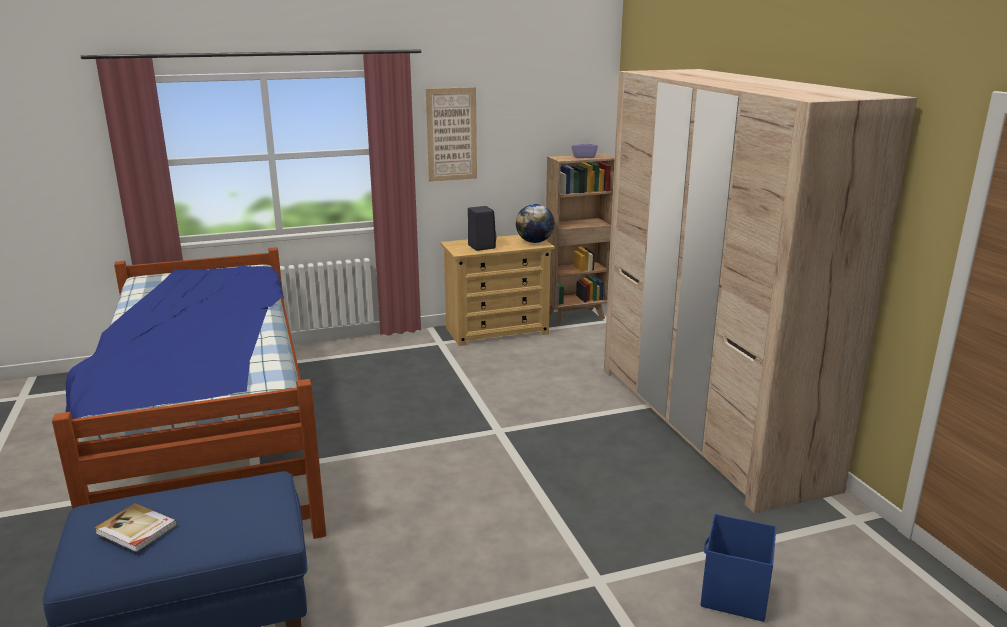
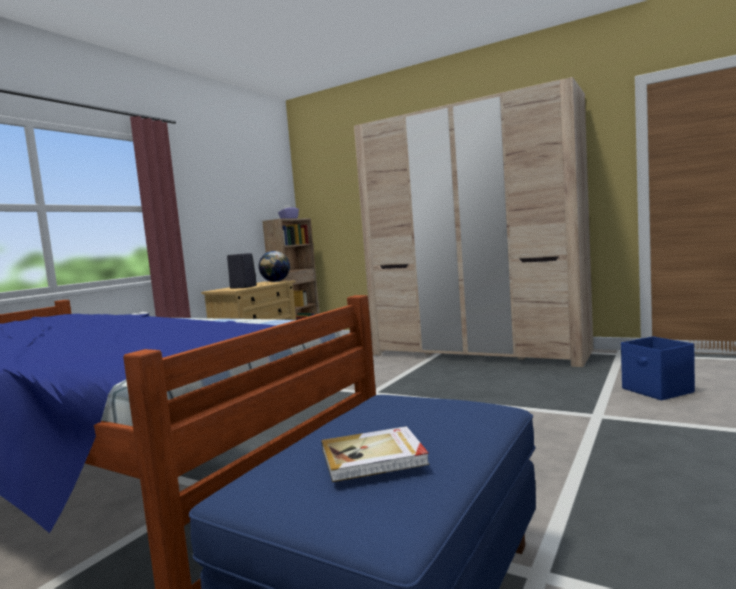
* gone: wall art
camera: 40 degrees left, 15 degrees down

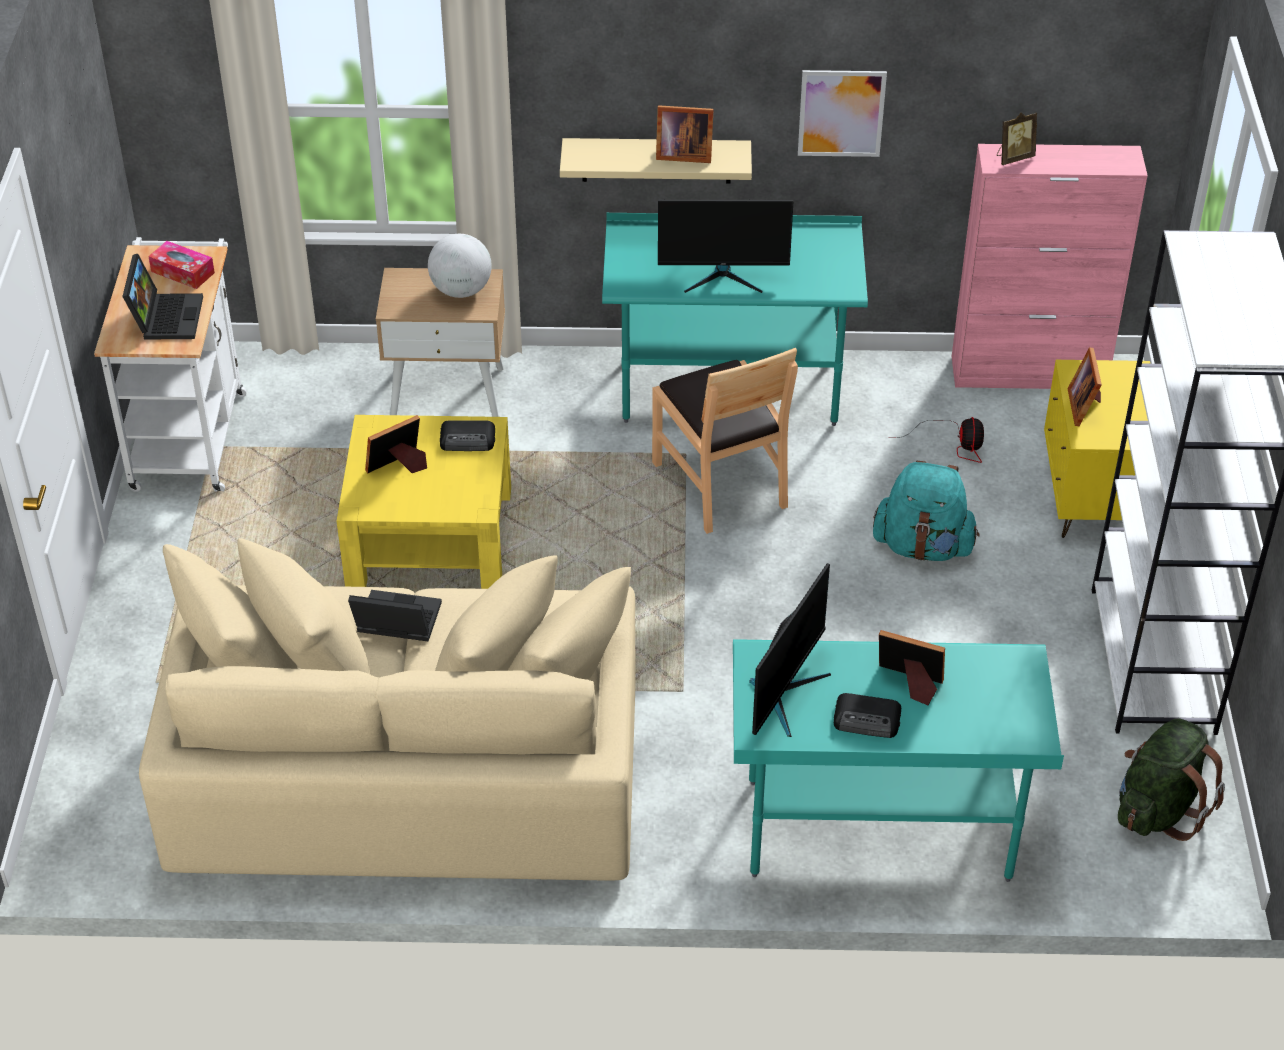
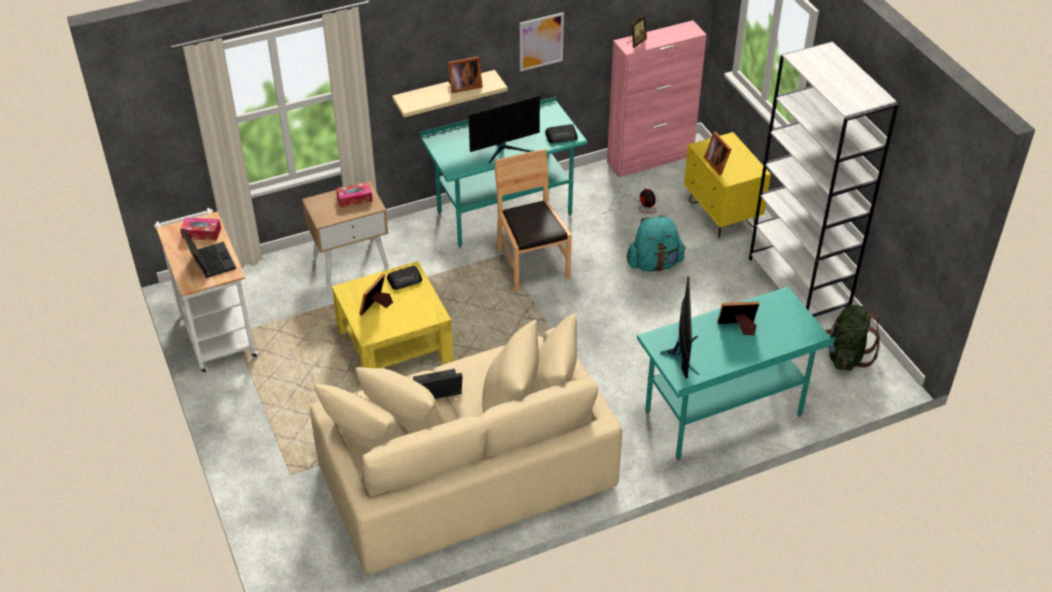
* shifted: radio set (no. 2 from left)
* swapped: desk globe to box of tissues (no. 2 from left)
* rotated: brownish plain chair 150 degrees counterclockwise
camera: 25 degrees left, 0 degrees up

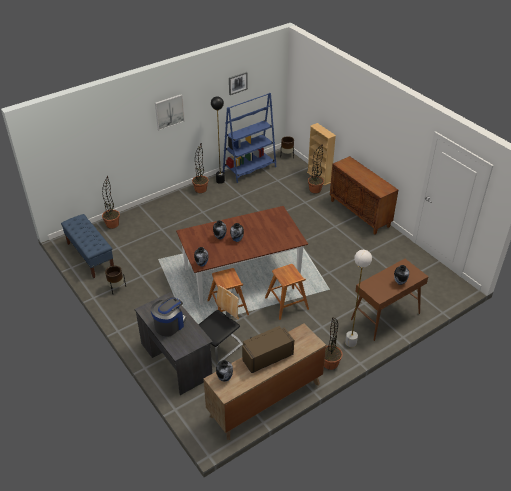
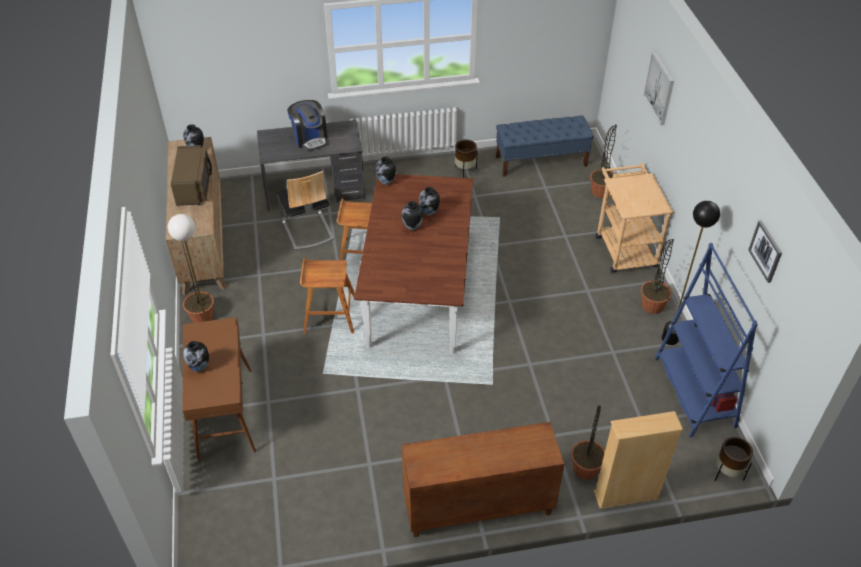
* new: sand-coloured wheeled cart
* shifted: wall art (no. 1 from left)
camera: 115 degrees right, 5 degrees up

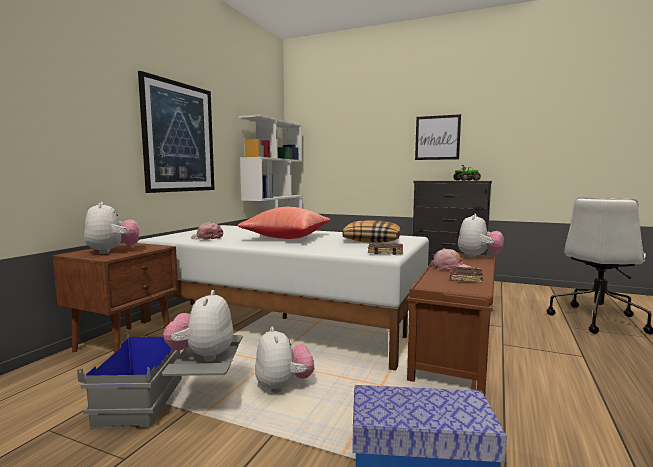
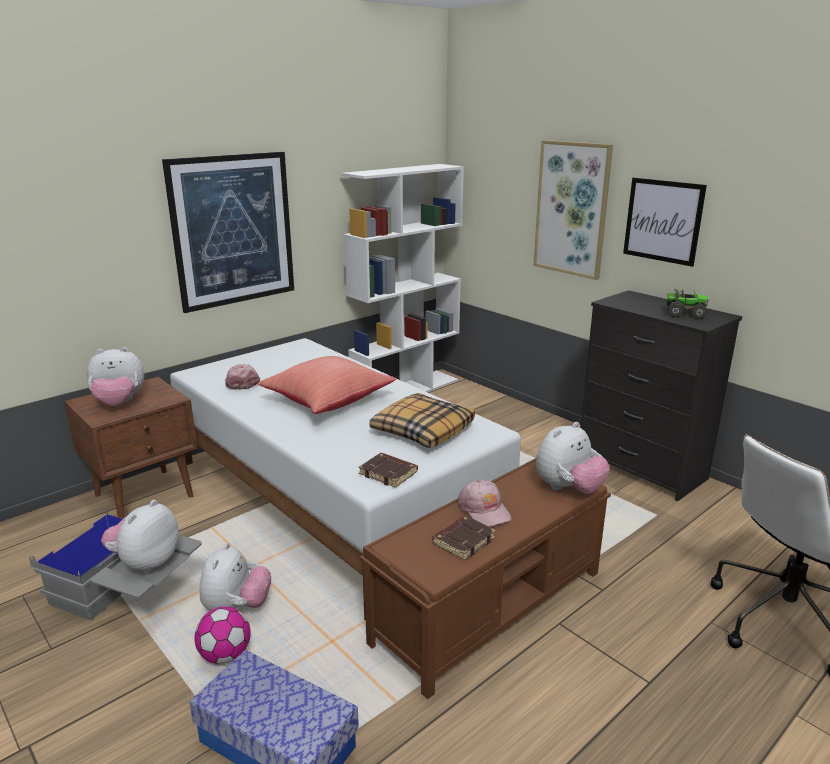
* new: football ball
* new: wall art (no. 2 from left)
* rotated: cuddly toy (no. 1 from left) 75 degrees clockwise
camera: 25 degrees right, 15 degrees up

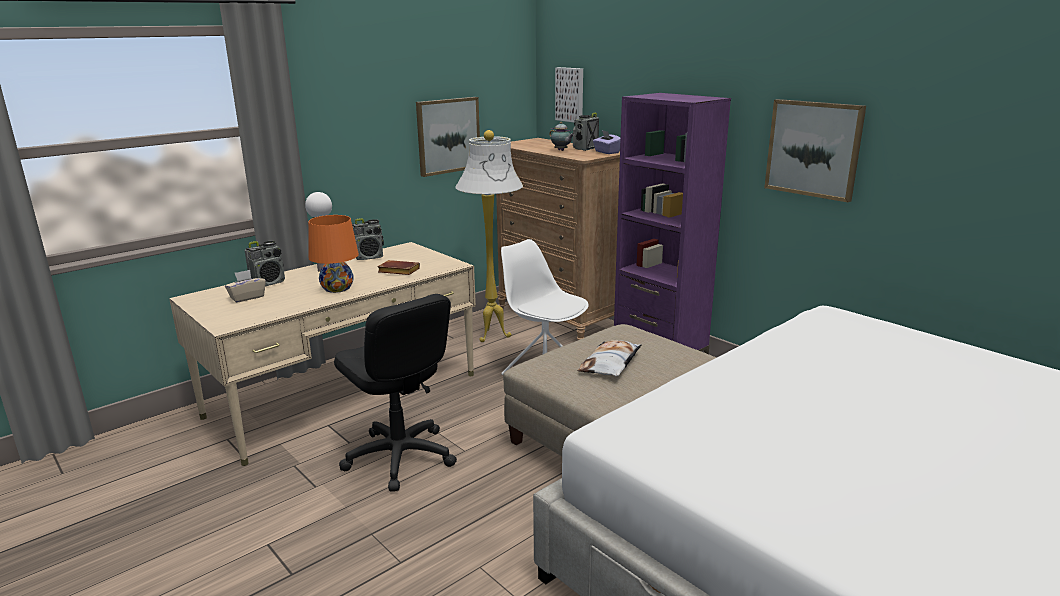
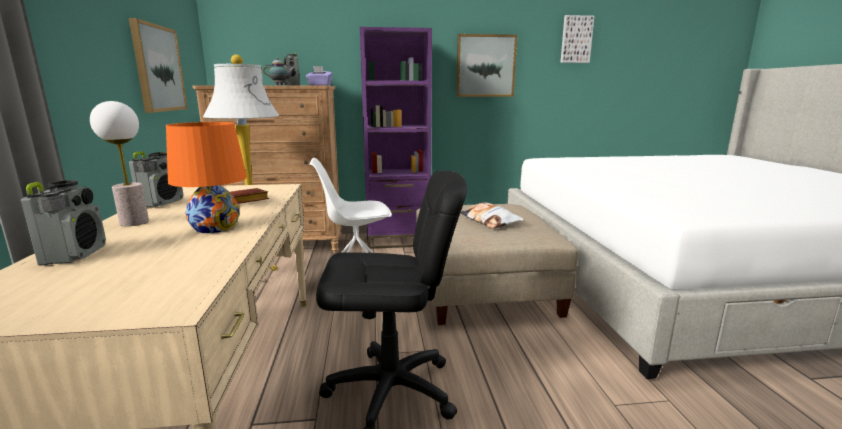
* gone: sand-coloured box of tissues
* shifted: wall art (no. 2 from left in the first image) to wall art (no. 3 from left)
camera: 55 degrees left, 5 degrees down

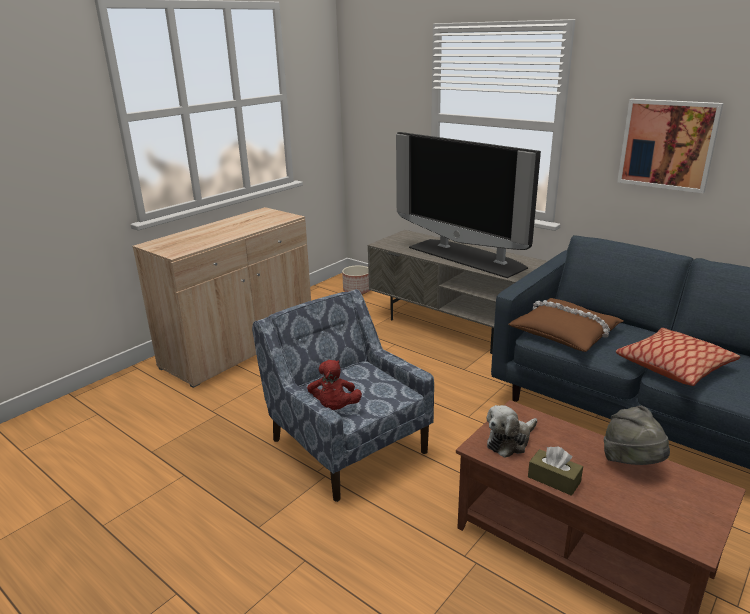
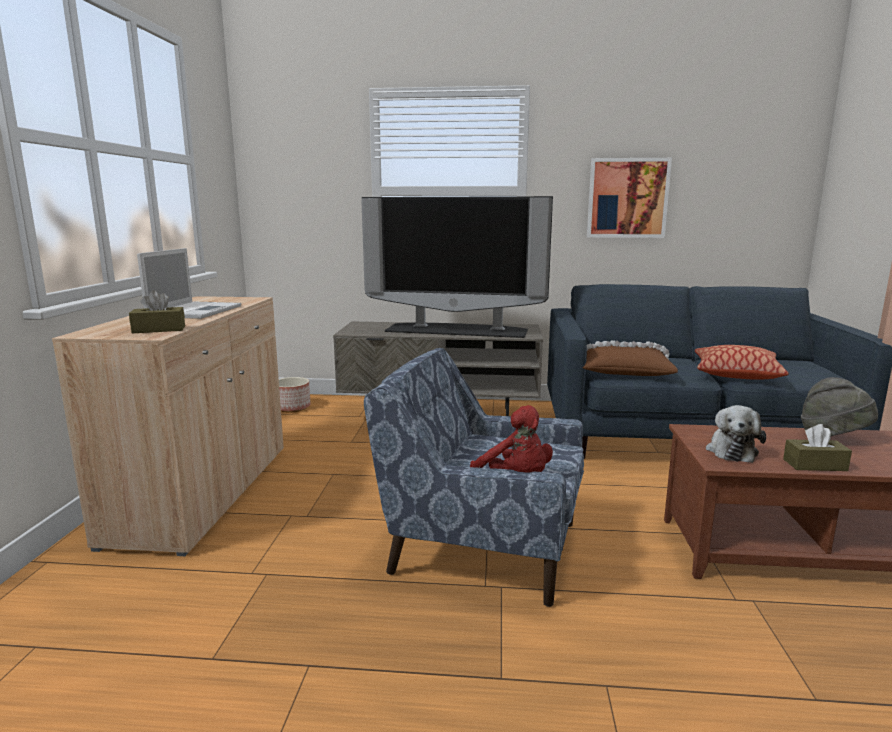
* new: brownish box of tissues (no. 1 from left)
* new: laptop
camera: 35 degrees left, 10 degrees down

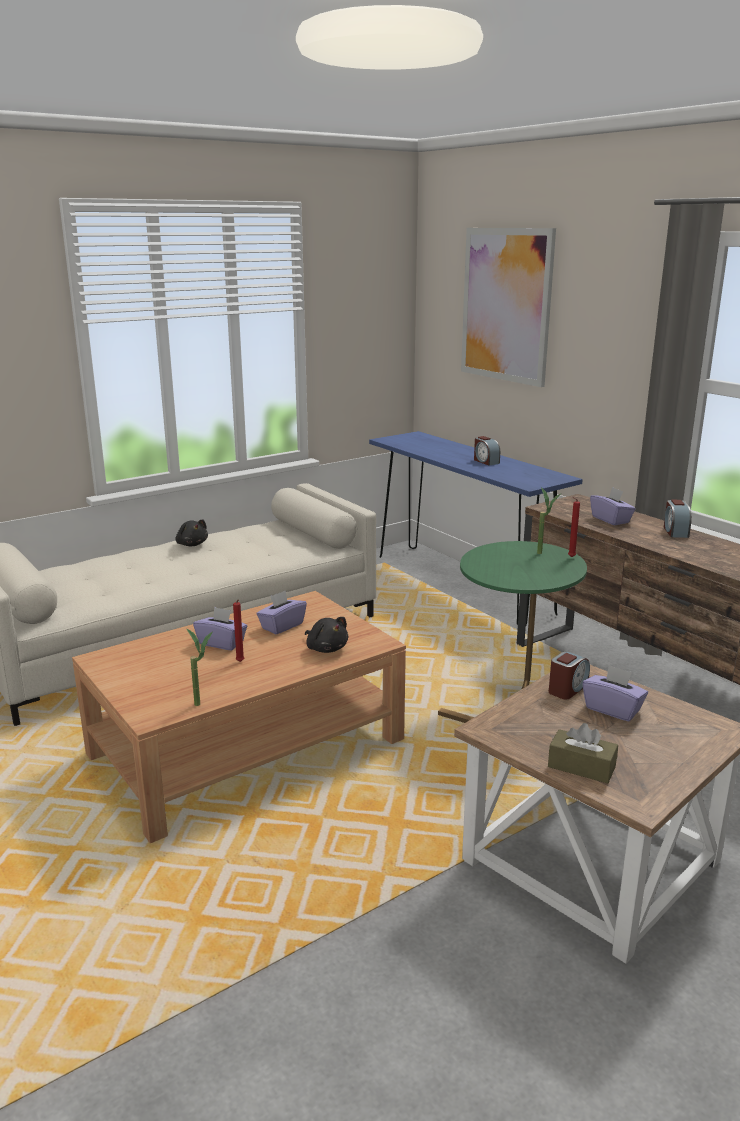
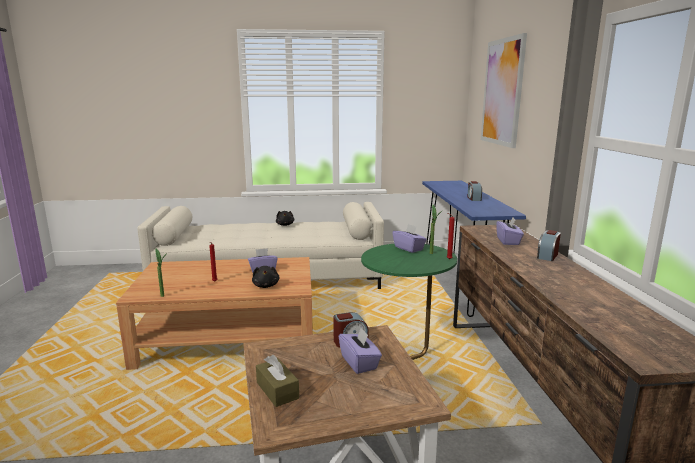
* shifted: purple box of tissues (no. 1 from left in the first image) to purple box of tissues (no. 3 from left)
camera: 30 degrees right, 5 degrees down

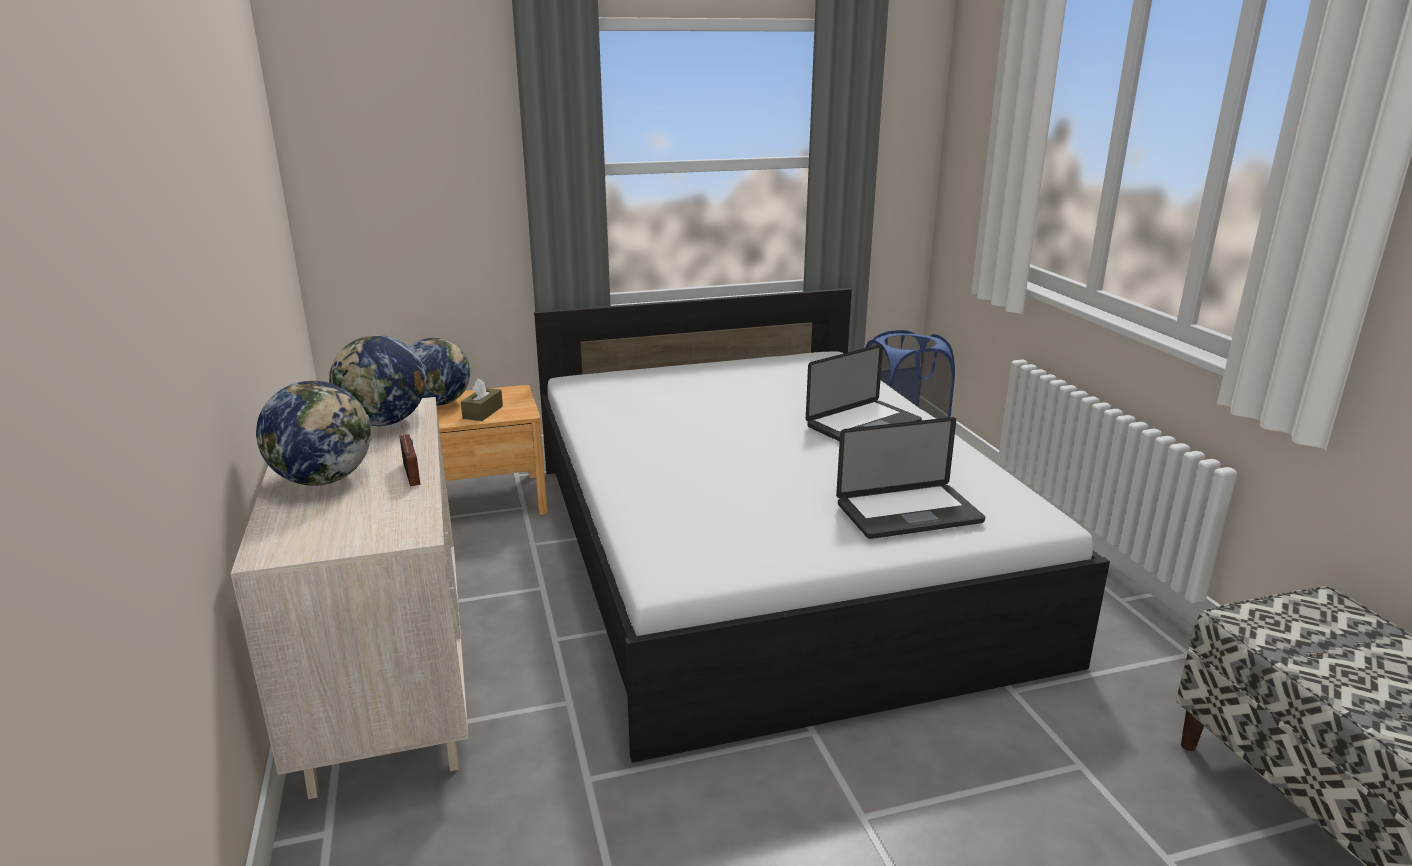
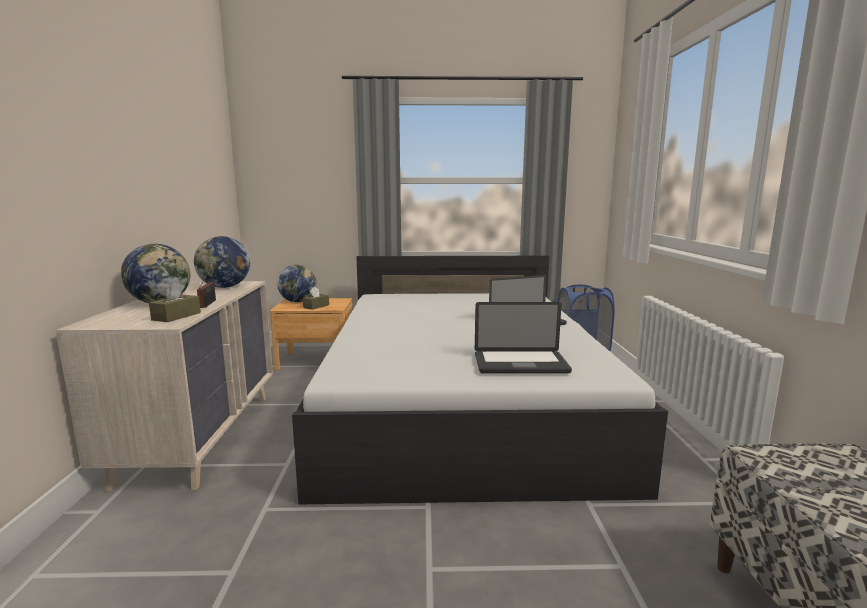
* new: brownish box of tissues (no. 1 from left)
camera: 15 degrees right, 10 degrees down

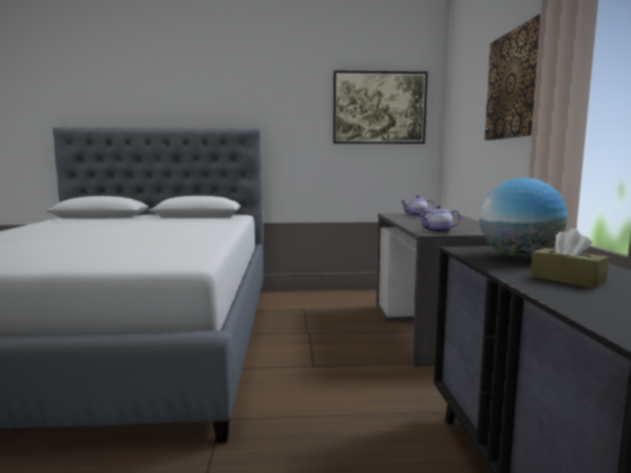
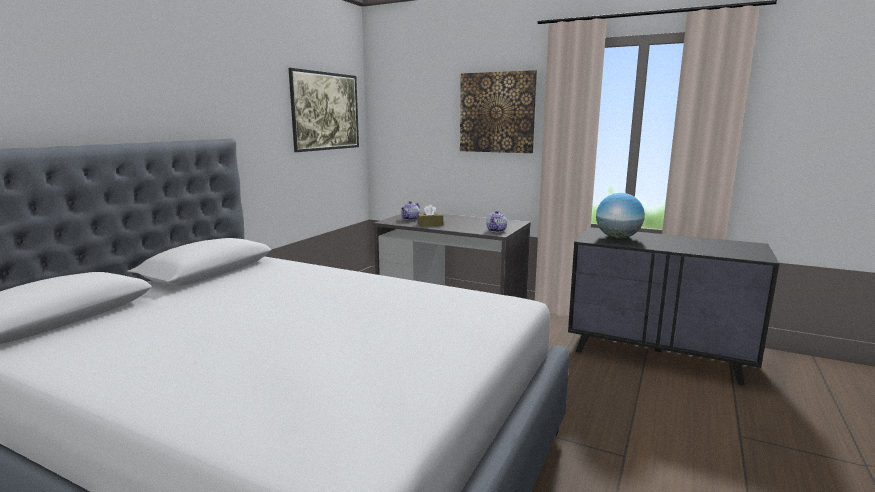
* shifted: brownish box of tissues
camera: 60 degrees left, 5 degrees up

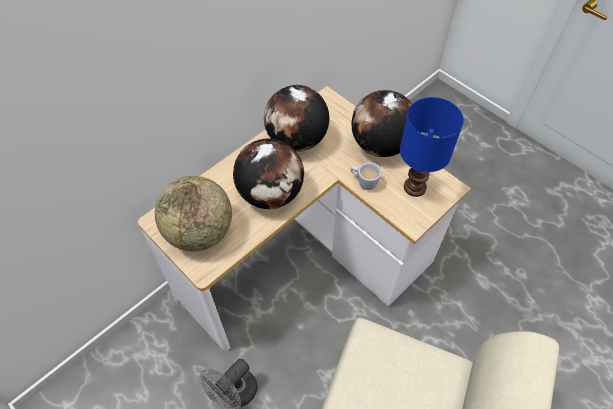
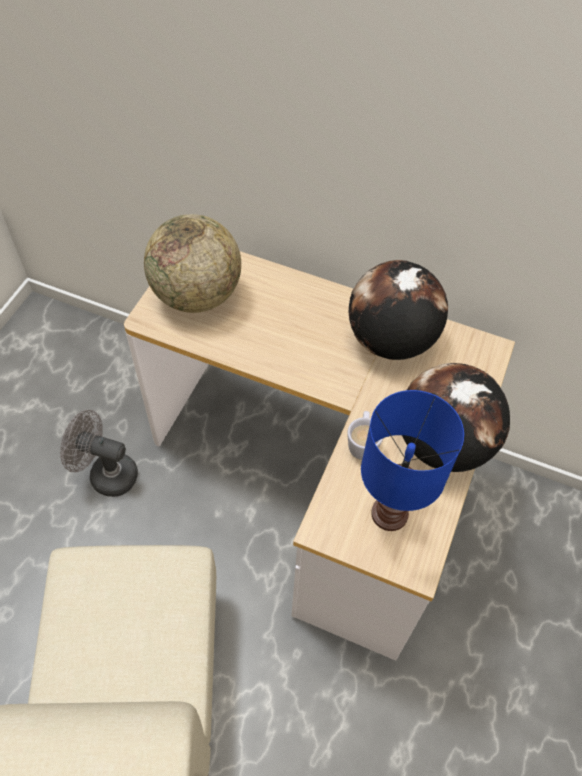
* gone: desk globe (no. 2 from left)
camera: 65 degrees right, 0 degrees up

